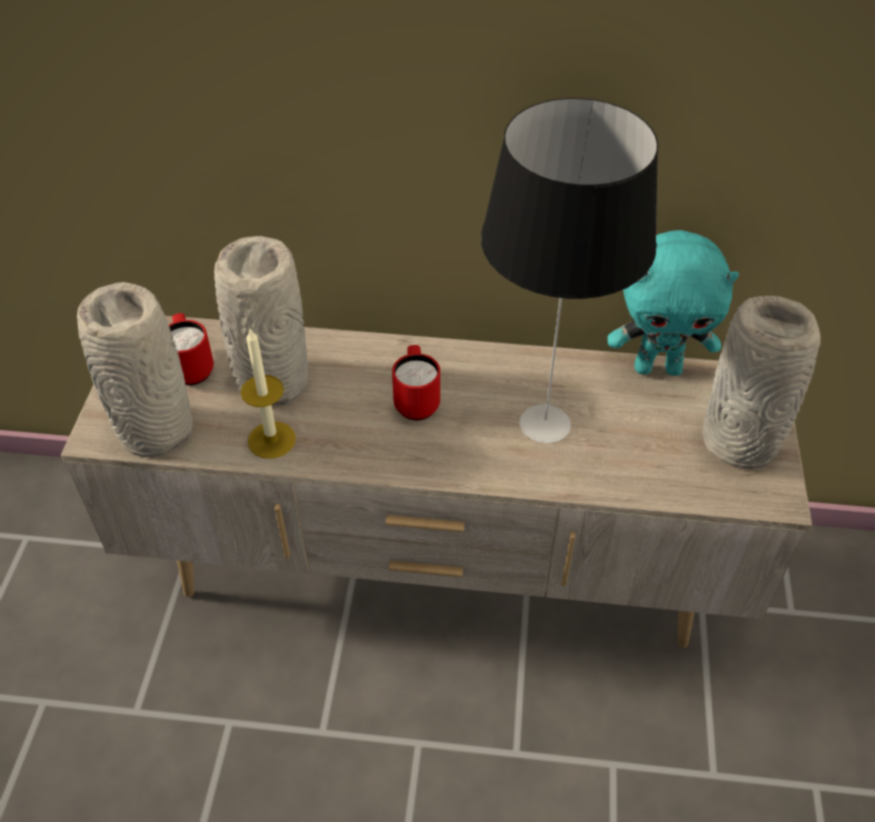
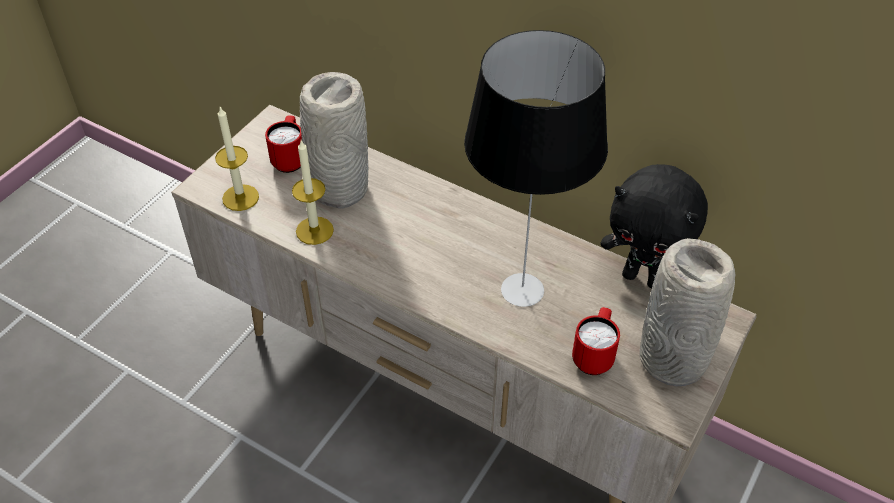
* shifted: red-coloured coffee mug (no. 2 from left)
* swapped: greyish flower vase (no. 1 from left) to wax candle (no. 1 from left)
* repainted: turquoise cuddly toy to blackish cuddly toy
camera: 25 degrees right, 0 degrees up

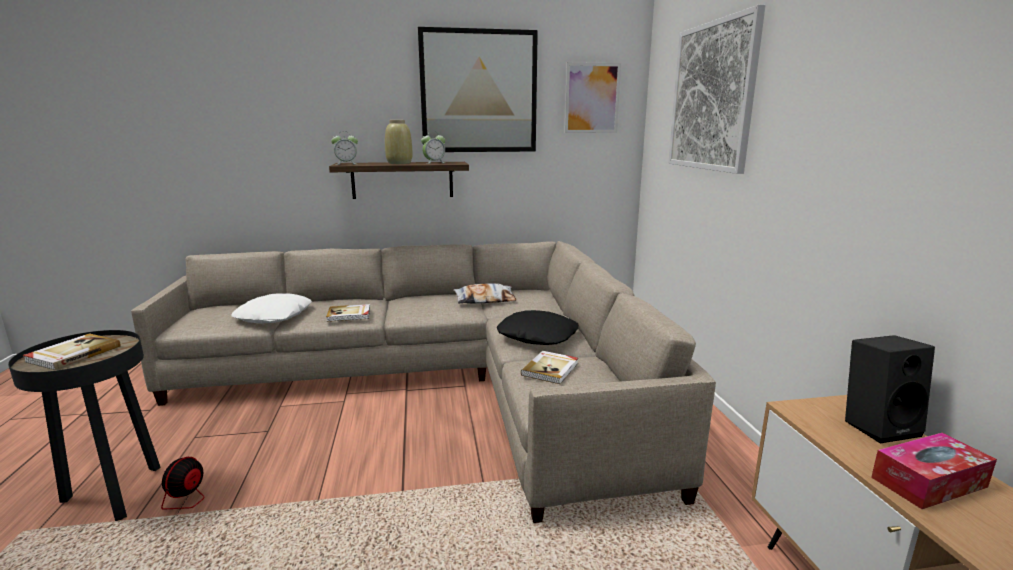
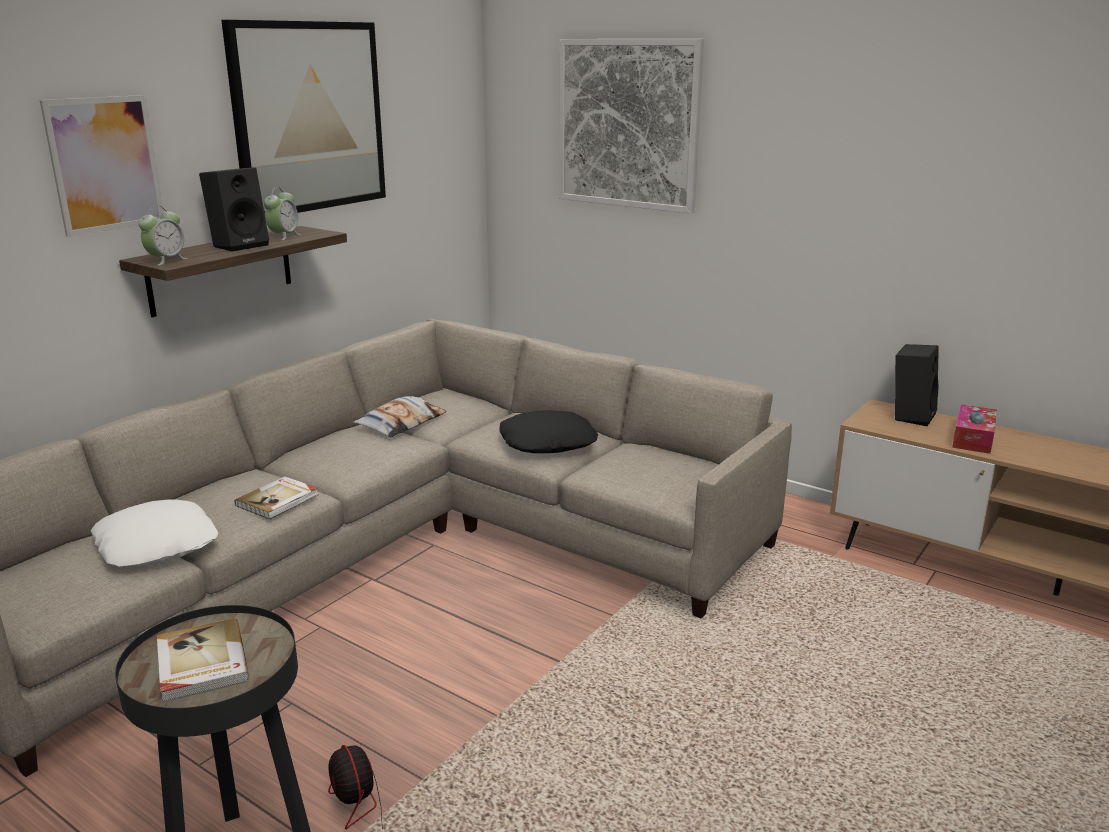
* gone: volume (no. 3 from left)
* shifted: wall art (no. 2 from left in the first image) to wall art (no. 1 from left)
* swapped: sand-coloured flower vase to blackish audio speaker (no. 1 from left)
camera: 45 degrees left, 5 degrees up

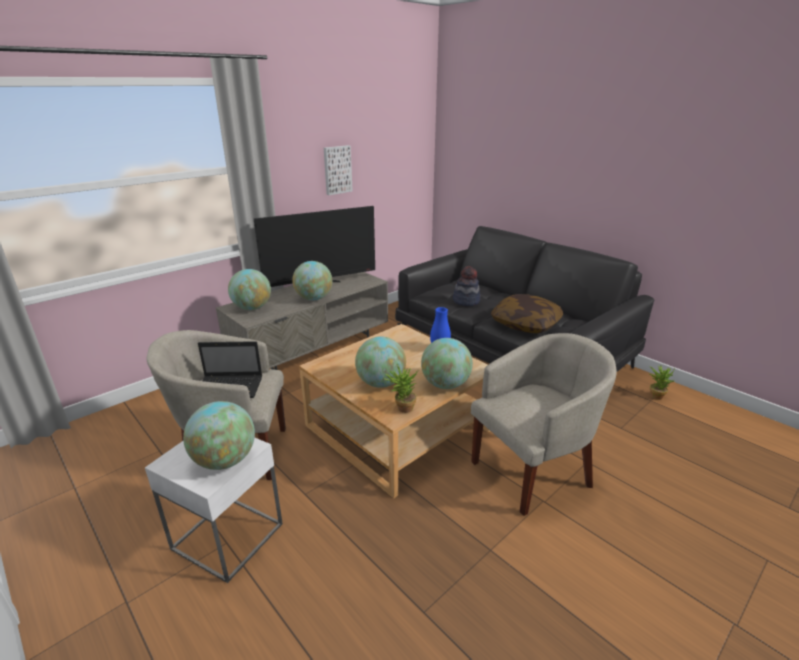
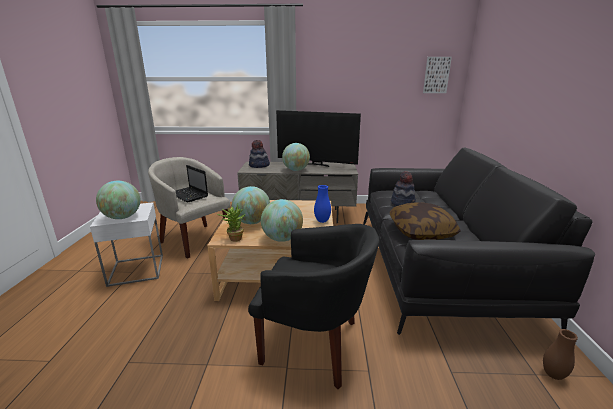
* shifted: wall art
* swapped: desk globe (no. 2 from left) to wearable hat (no. 1 from left)
* swapped: potted plant (no. 2 from left) to brownish flower vase
* repainted: sand-coloured armchair (no. 2 from left) to blackish armchair
camera: 45 degrees right, 5 degrees down

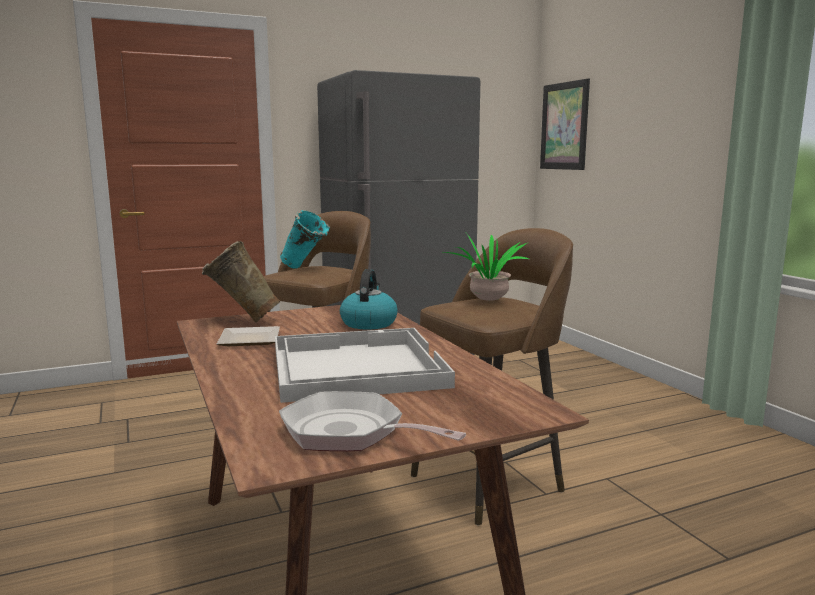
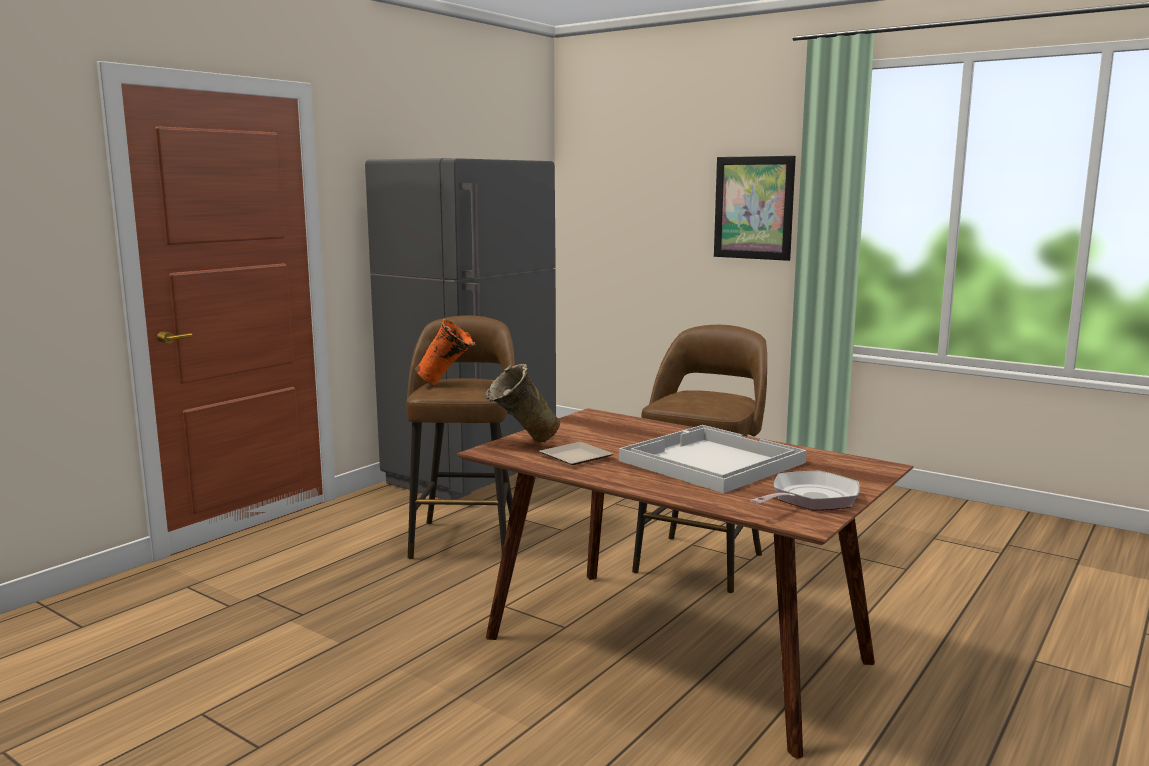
* gone: water kettle
* gone: potted plant
* shifted: wall art
* repainted: turquoise flower vase to orange flower vase
* rotated: skillet 135 degrees clockwise
camera: 30 degrees left, 0 degrees up

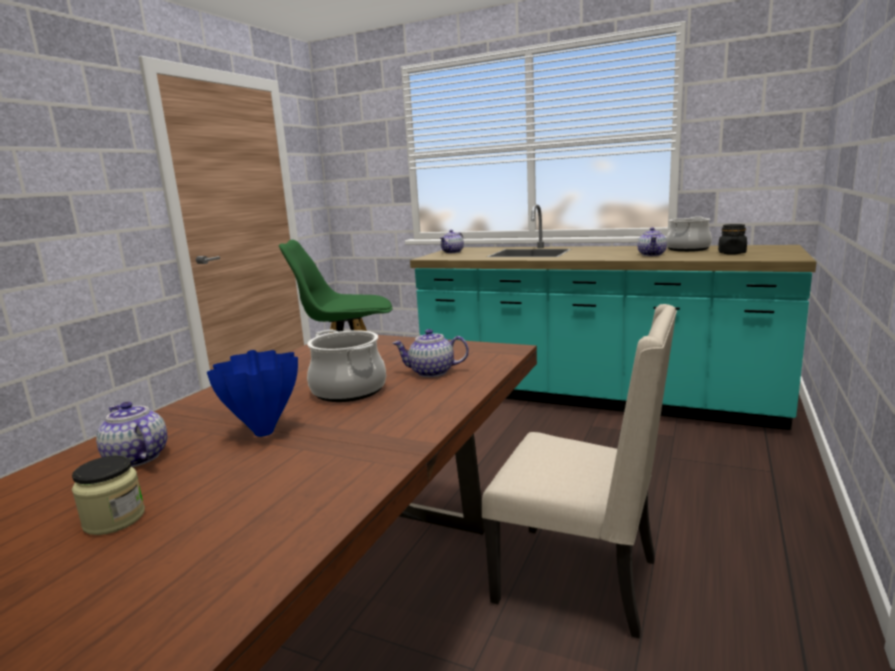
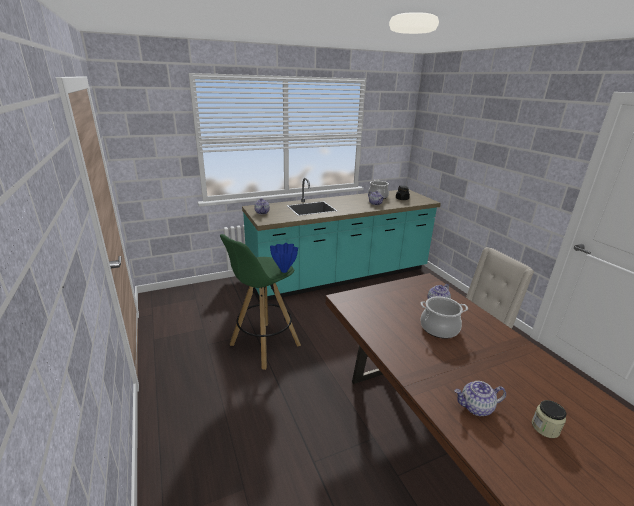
* shifted: blue flower vase
camera: 50 degrees left, 10 degrees up

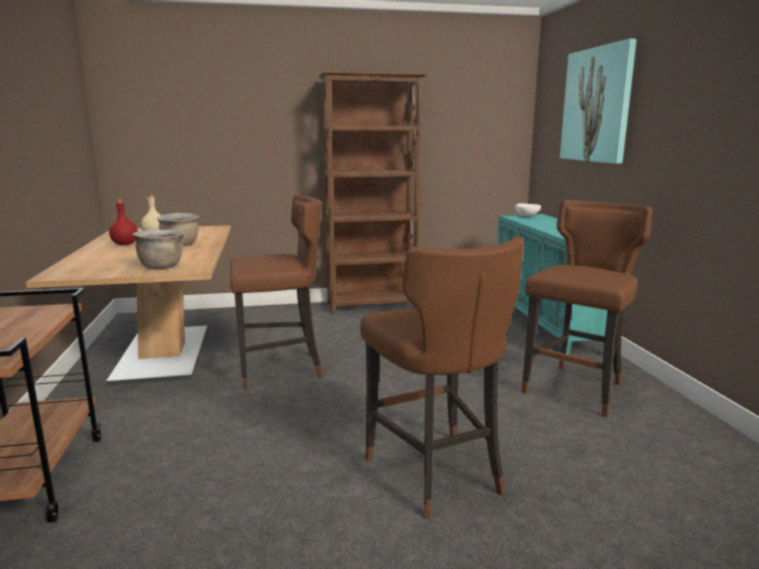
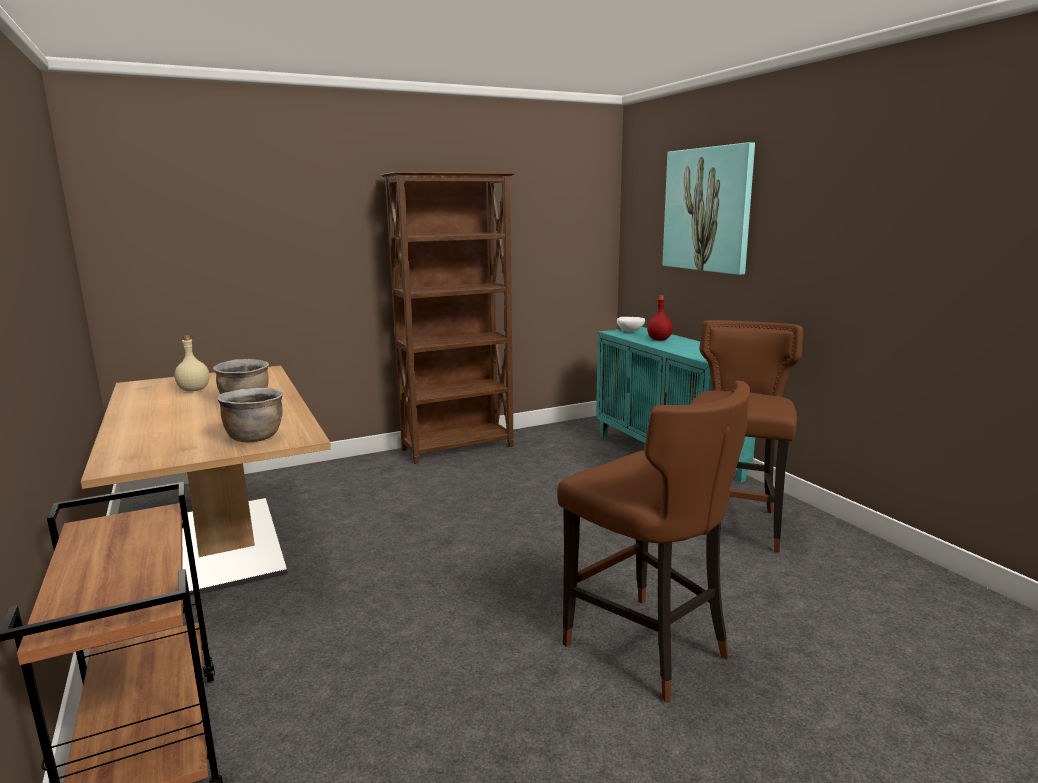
* gone: brownish sitting stool (no. 1 from left)
* shifted: red-coloured drink bottle
camera: 15 degrees left, 0 degrees up

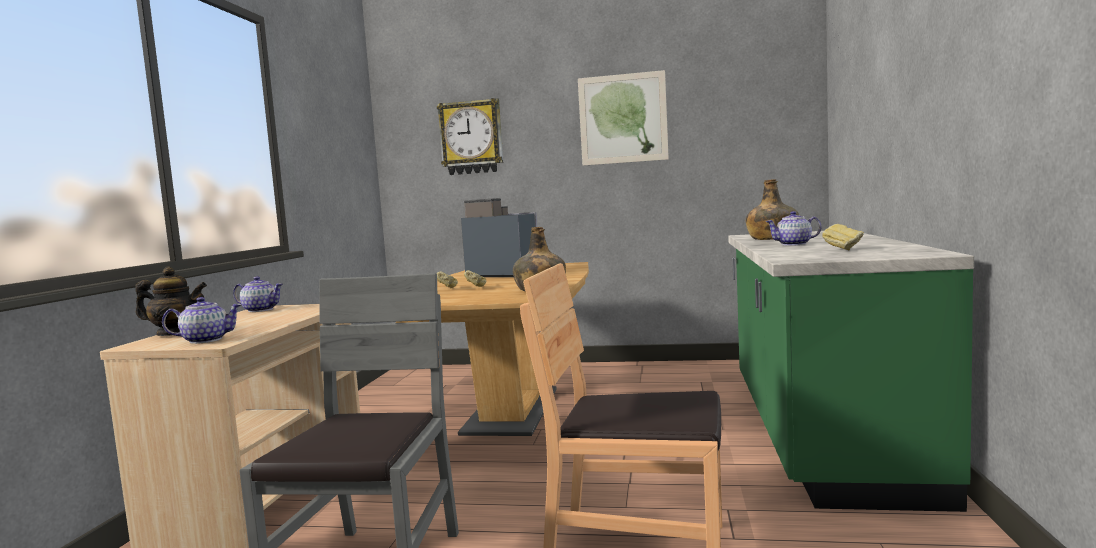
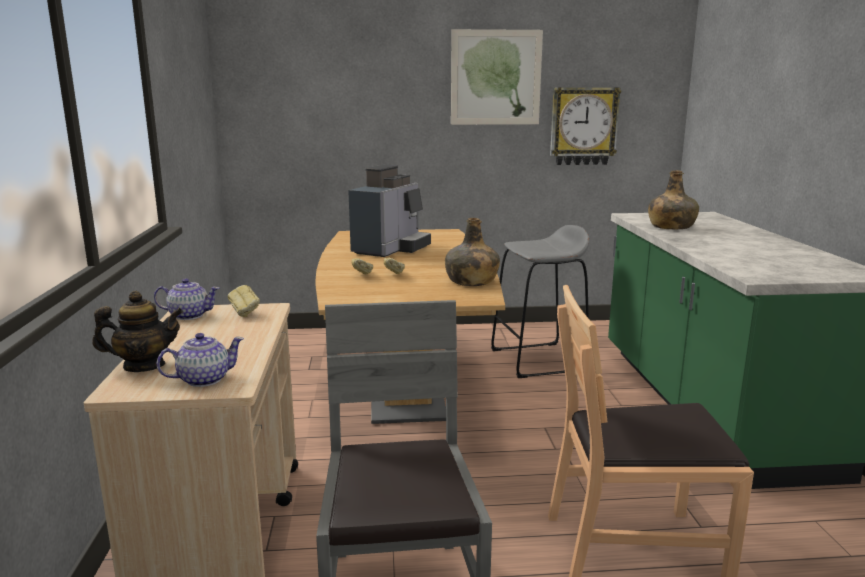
* gone: pot for tea (no. 4 from left)
* new: greyish sitting stool
* shifted: wall clock
* shifted: baked bread (no. 3 from left in the first image) to baked bread (no. 1 from left)
* rotated: coffee machine 105 degrees clockwise
camera: 15 degrees left, 10 degrees up

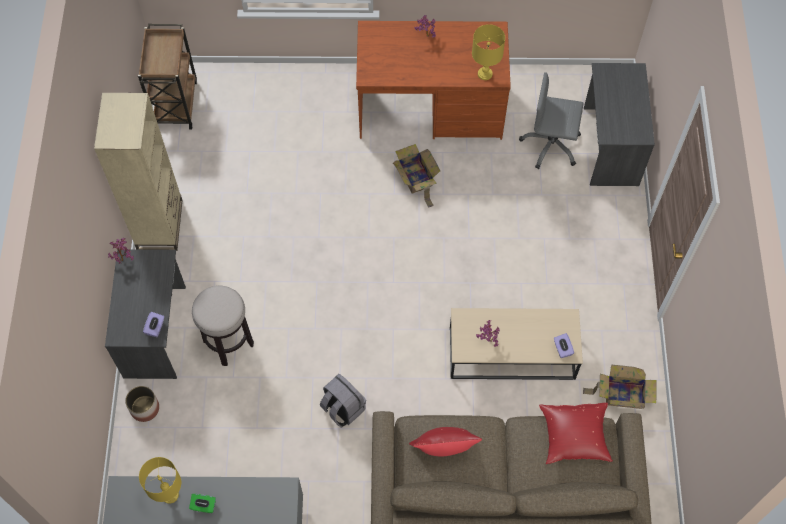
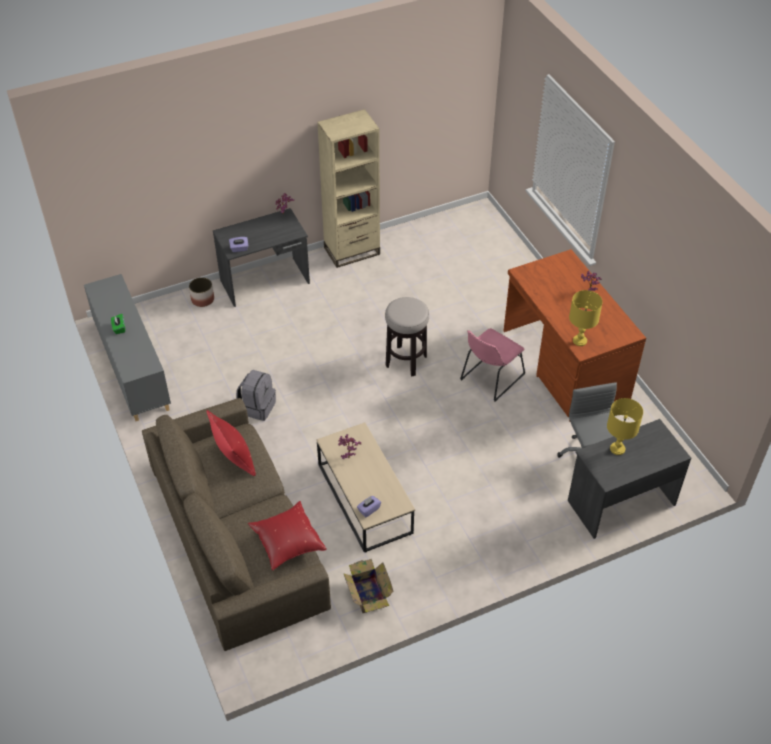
* gone: brownish wheeled cart
* shifted: yellowish table lamp (no. 1 from left in the first image) to yellowish table lamp (no. 2 from left)
* shifted: sitting stool
* swapped: carton (no. 1 from left) to pink-coloured plain chair
camera: 65 degrees right, 15 degrees down

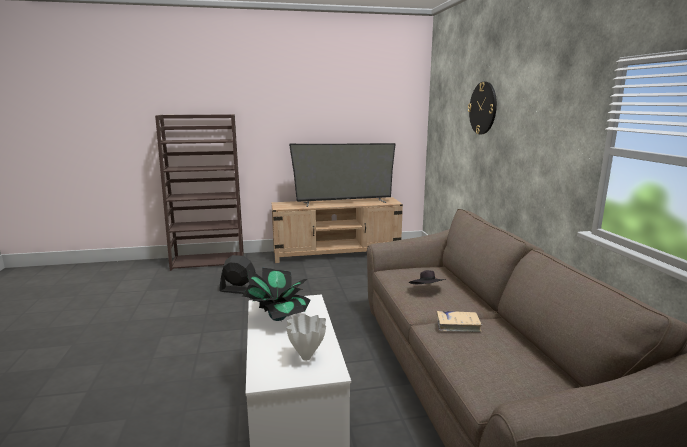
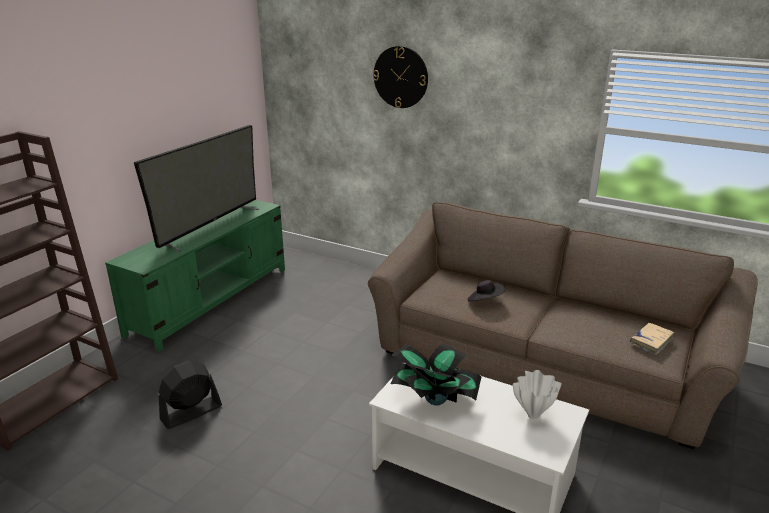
* shifted: sand-coloured volume
* repainted: sand-coloured media console to greenish media console
camera: 50 degrees left, 10 degrees up

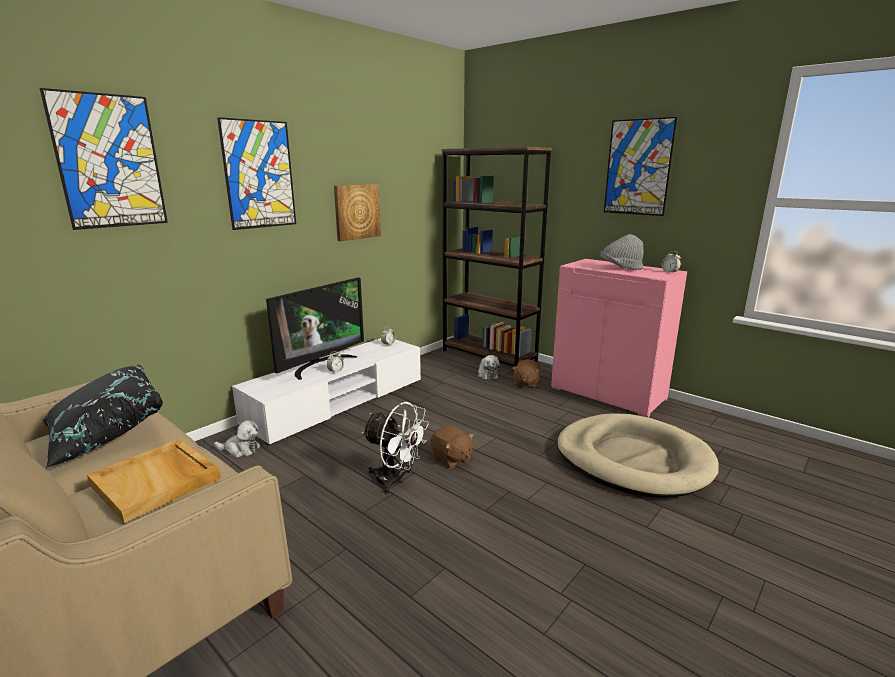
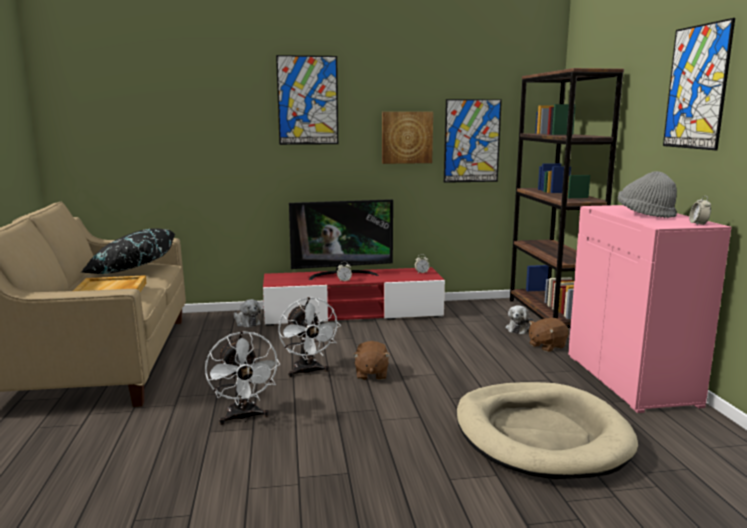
* new: white-coloured fan (no. 1 from left)
* shifted: wall art (no. 1 from left in the first image) to wall art (no. 3 from left)
* repainted: white-coloured media console to red-coloured media console
camera: 40 degrees right, 5 degrees down

